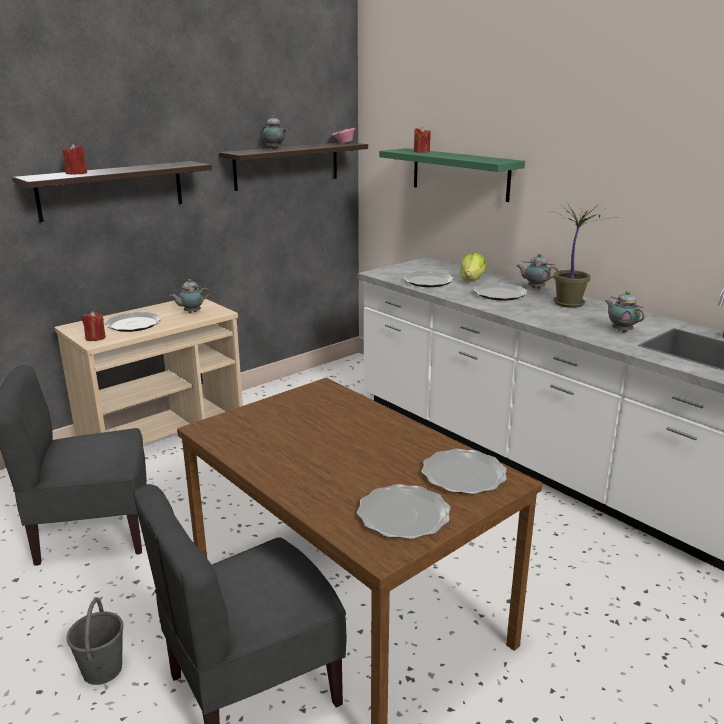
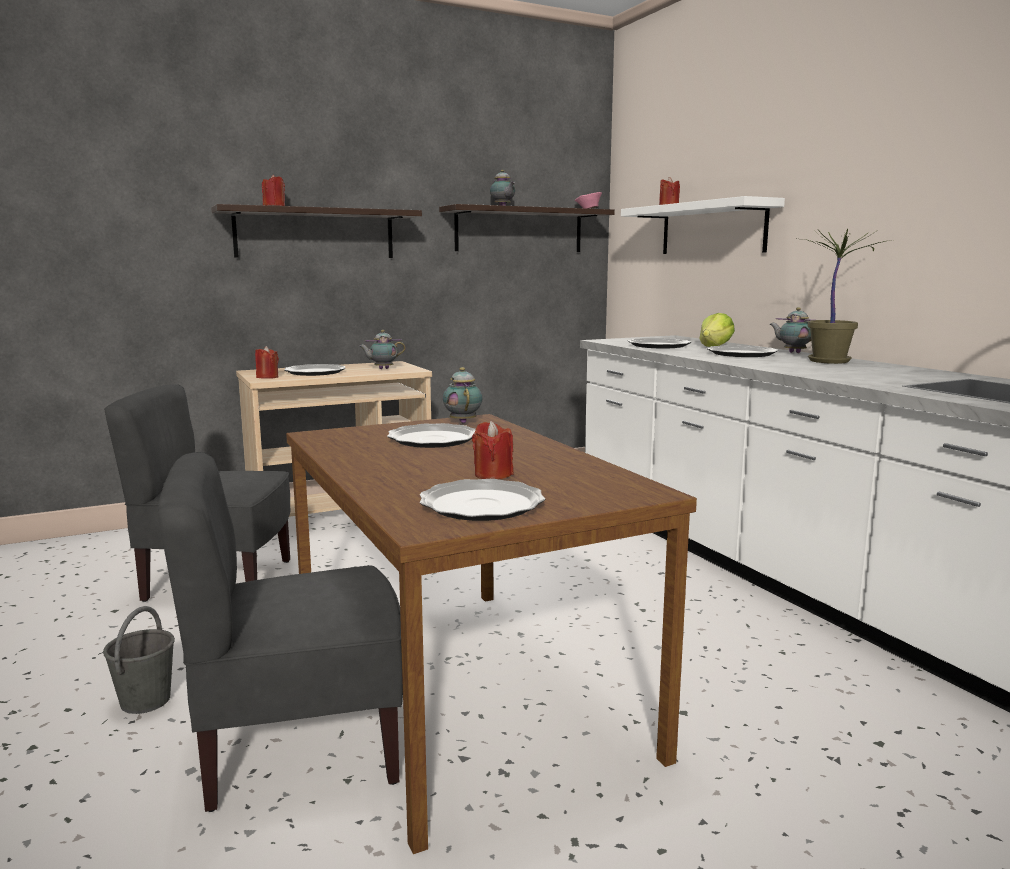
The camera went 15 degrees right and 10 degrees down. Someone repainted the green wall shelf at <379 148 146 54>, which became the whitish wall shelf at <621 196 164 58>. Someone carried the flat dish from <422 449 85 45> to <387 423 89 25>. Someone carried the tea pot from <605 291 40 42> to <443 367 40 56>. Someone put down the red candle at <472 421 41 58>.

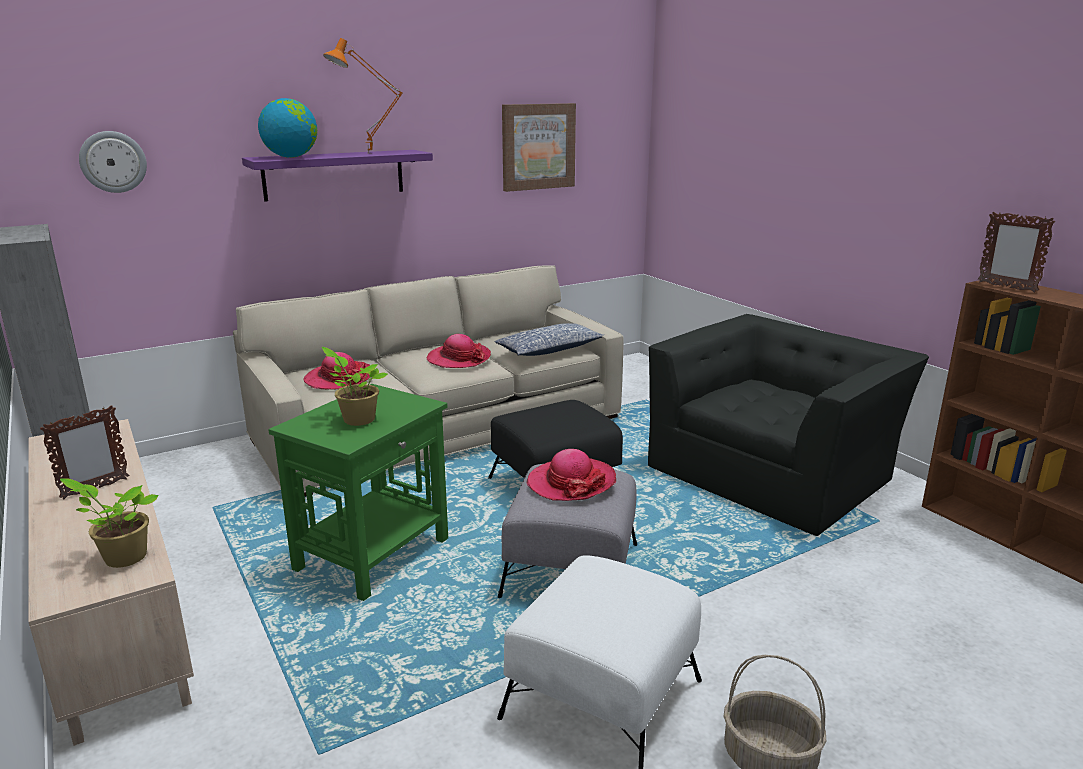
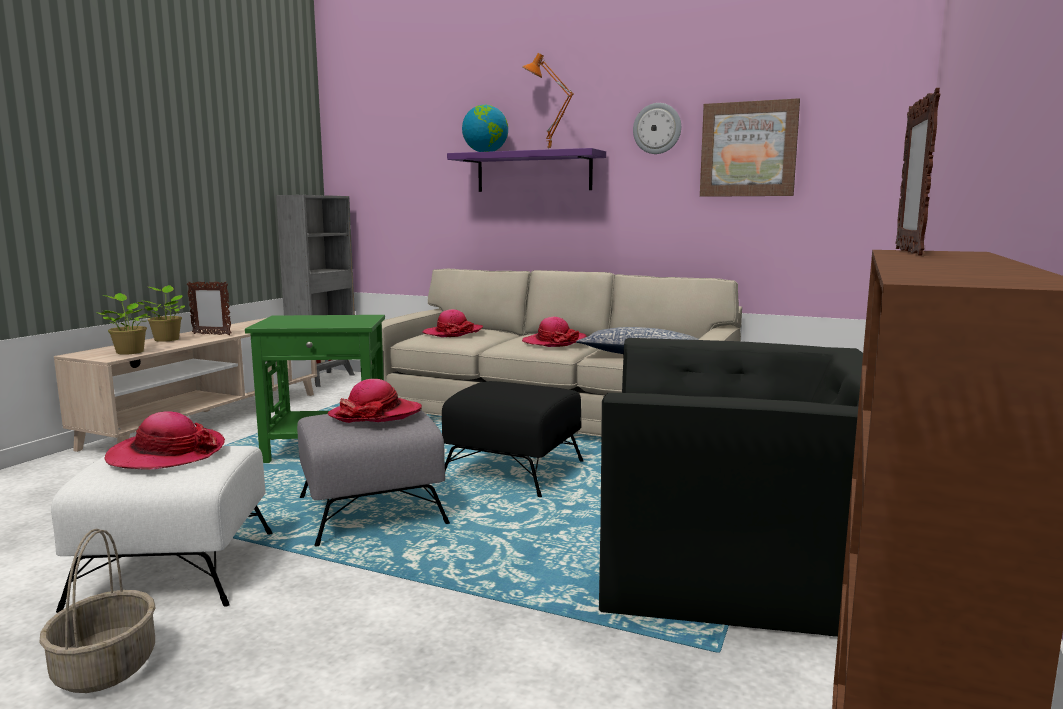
The camera went 55 degrees right and 10 degrees down. Someone carried the wall clock from <79 131 68 62> to <633 103 48 51>. Someone carried the plant in a pot from <322 347 66 79> to <137 285 48 57>. Someone put down the wearable hat at <105 411 120 59>.

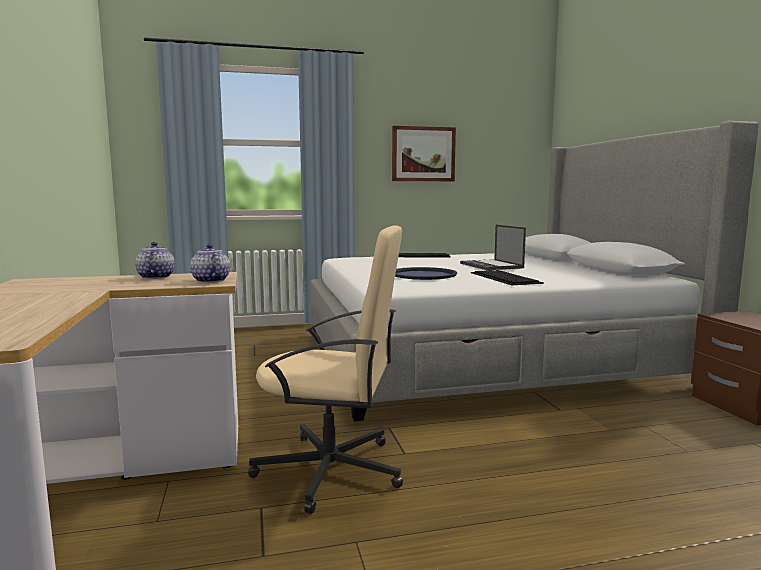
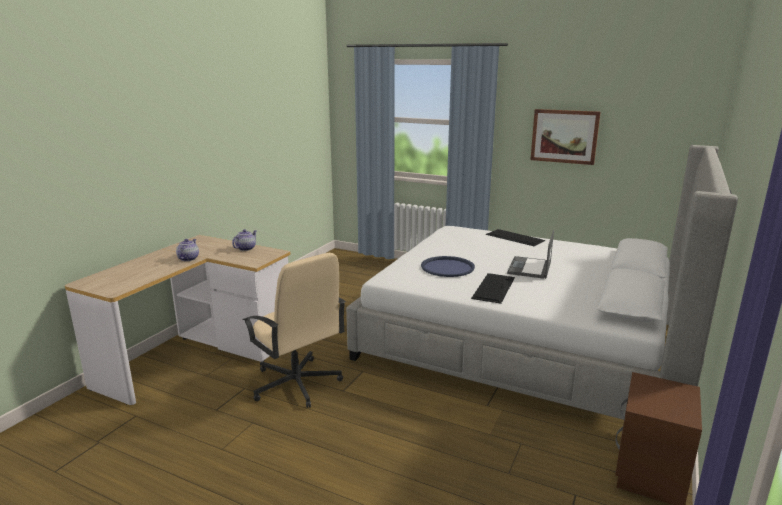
The camera went 40 degrees right and 10 degrees up. Someone carried the tea pot from <190 244 40 39> to <176 239 23 22>.

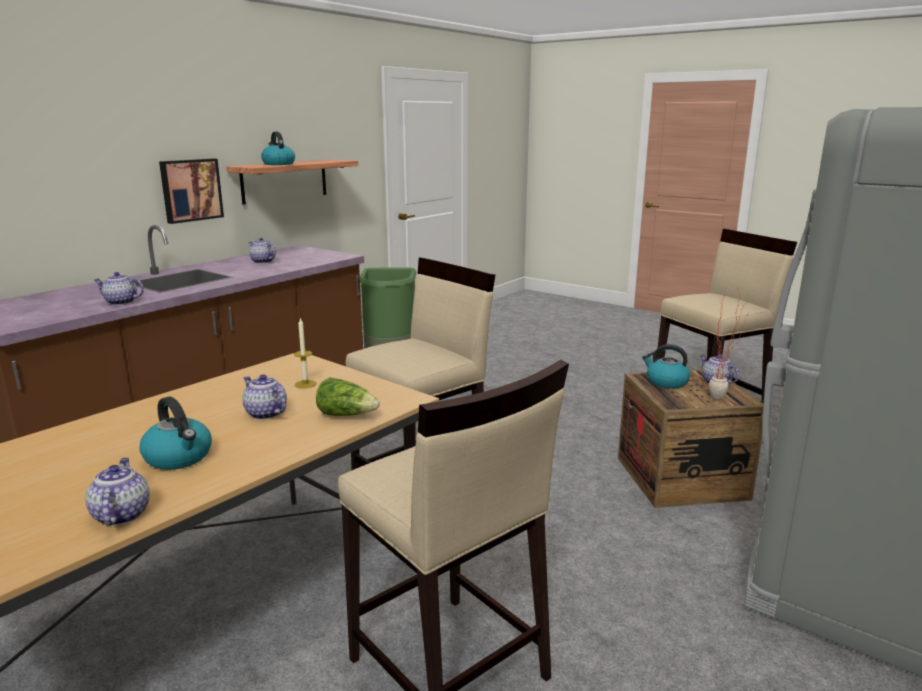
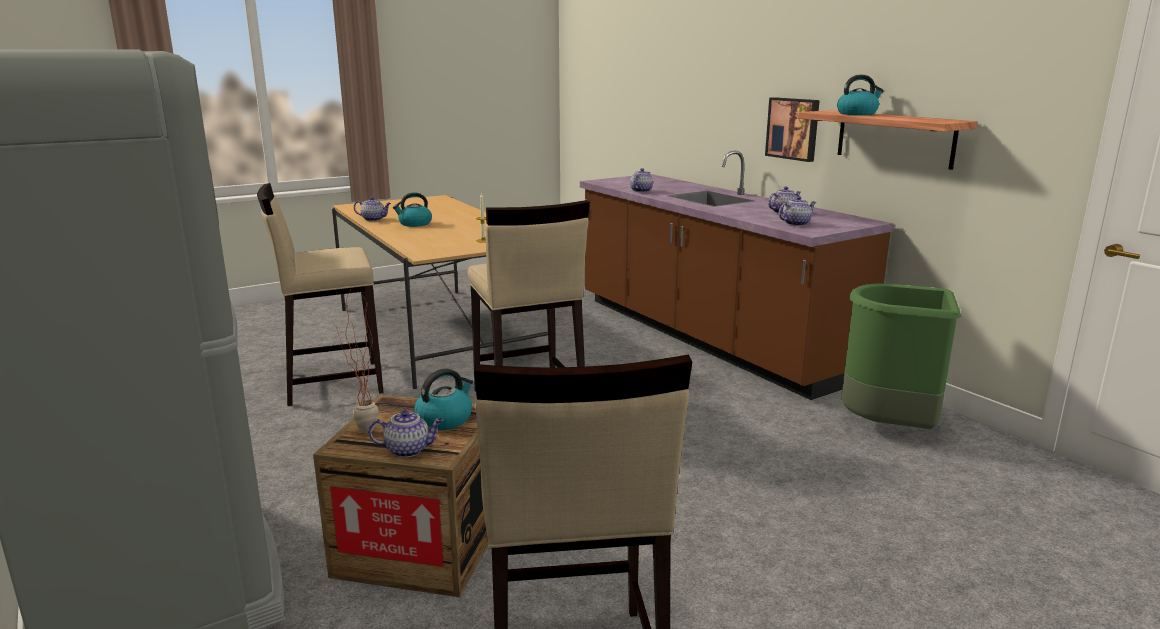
The camera went 110 degrees right and 0 degrees up. Someone carried the tea pot from <243 375 44 45> to <779 196 37 30>. Someone took away the head of lettuce at <316 377 64 39>.

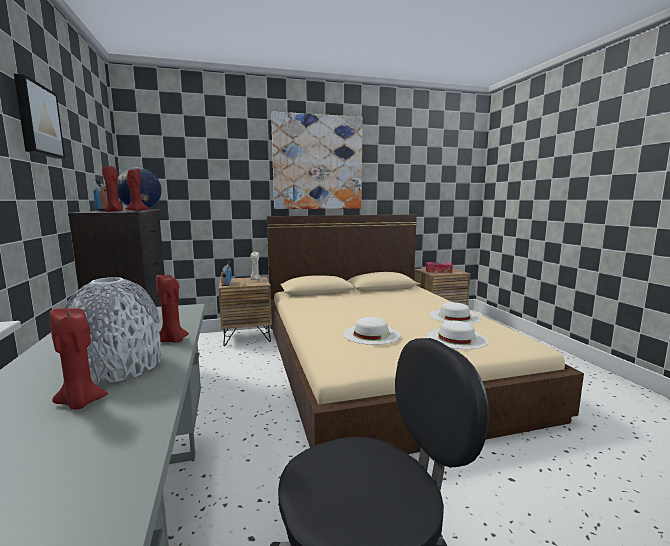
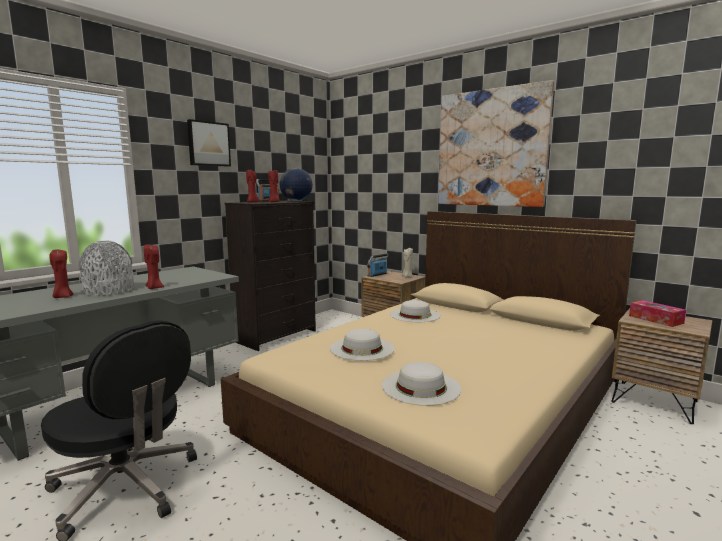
The camera went 55 degrees right and 0 degrees up. Someone carried the whitish wearable hat from <429 302 52 22> to <390 300 51 22>.

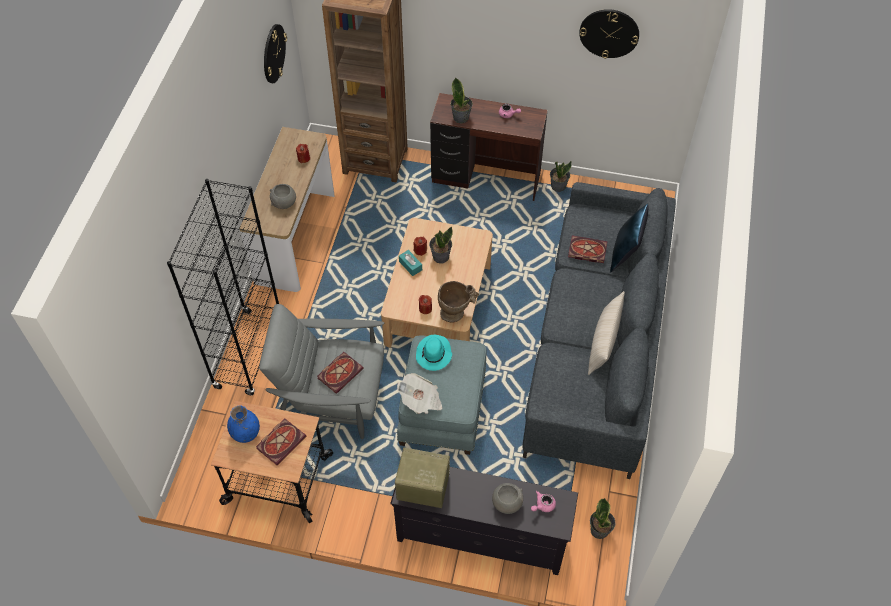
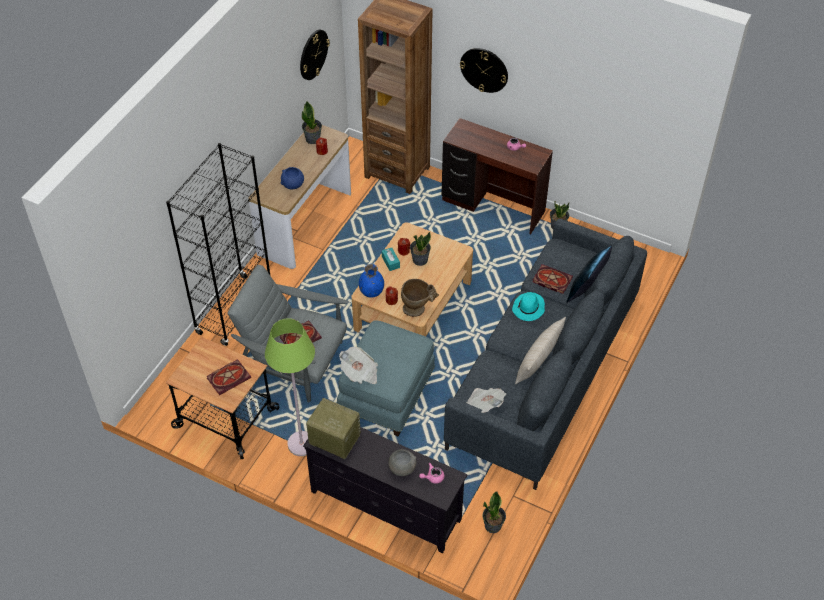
The camera went 15 degrees right and 5 degrees down. Someone carried the blue flower vase from <227 406 33 37> to <359 264 25 34>. Someone repainted the grey bowl at <270 184 26 25>, which became the blue bowl at <281 167 23 22>. Someone carried the turquoise-coloured wearable hat from <416 335 36 36> to <512 292 33 29>. Someone carried the plant in a pot from <450 77 23 46> to <302 102 20 42>. Someone carried the wall clock from <579 9 60 50> to <460 48 48 45>. Someone put down the green standard lamp at <265 318 50 138>. Someone put down the daily paper at <466 388 40 25>.

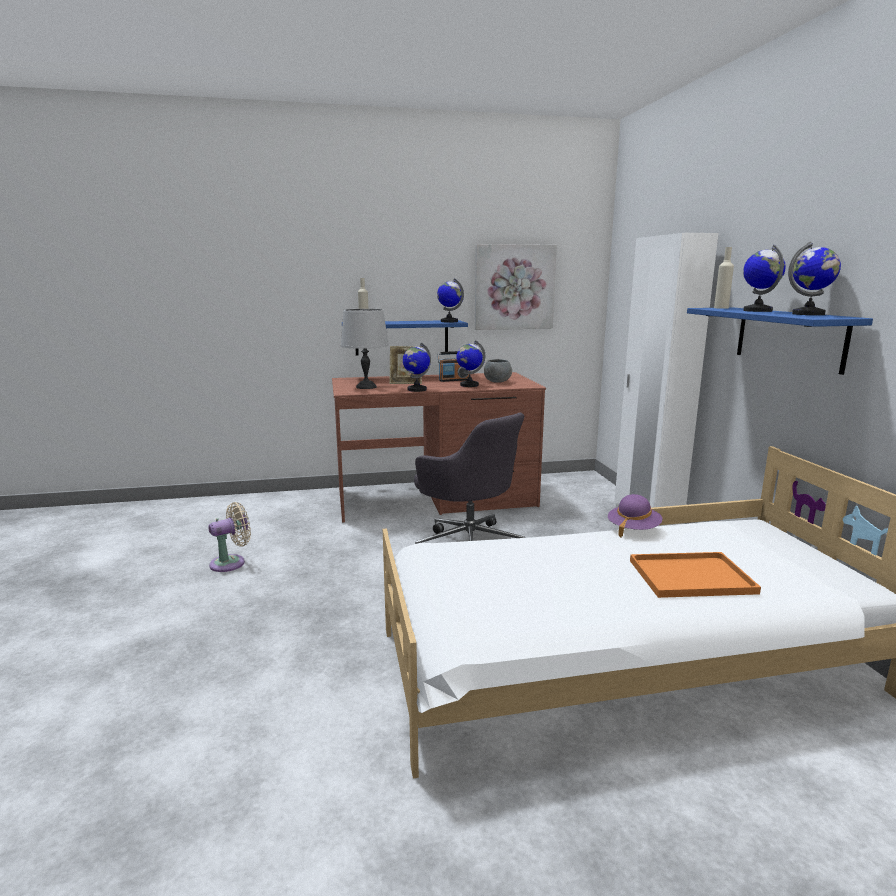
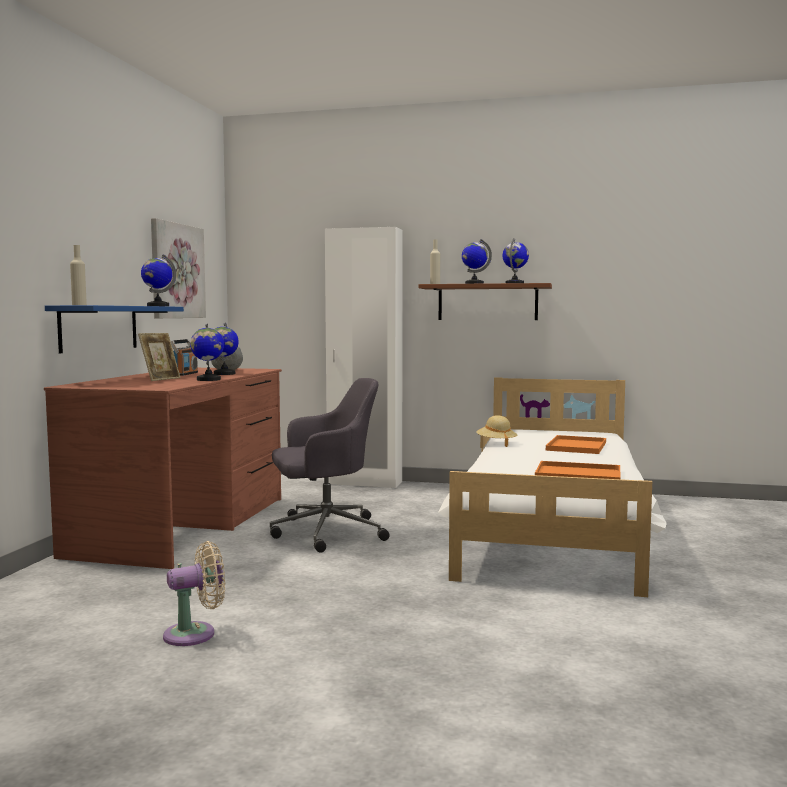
The camera went 65 degrees left and 10 degrees down. Someone rotated the beige-coloured cooling fan at <208 502 43 70> by 75 degrees clockwise. Someone took away the grey table lamp at <341 309 48 80>. Someone repainted the purple-coloured wearable hat at <608 494 55 43>, which became the beige-coloured wearable hat at <476 415 41 32>. Someone repainted the blue wall shelf at <687 308 186 67>, which became the brown-coloured wall shelf at <419 283 133 37>. Someone put down the orangey carrying tray at <535 461 85 18>.

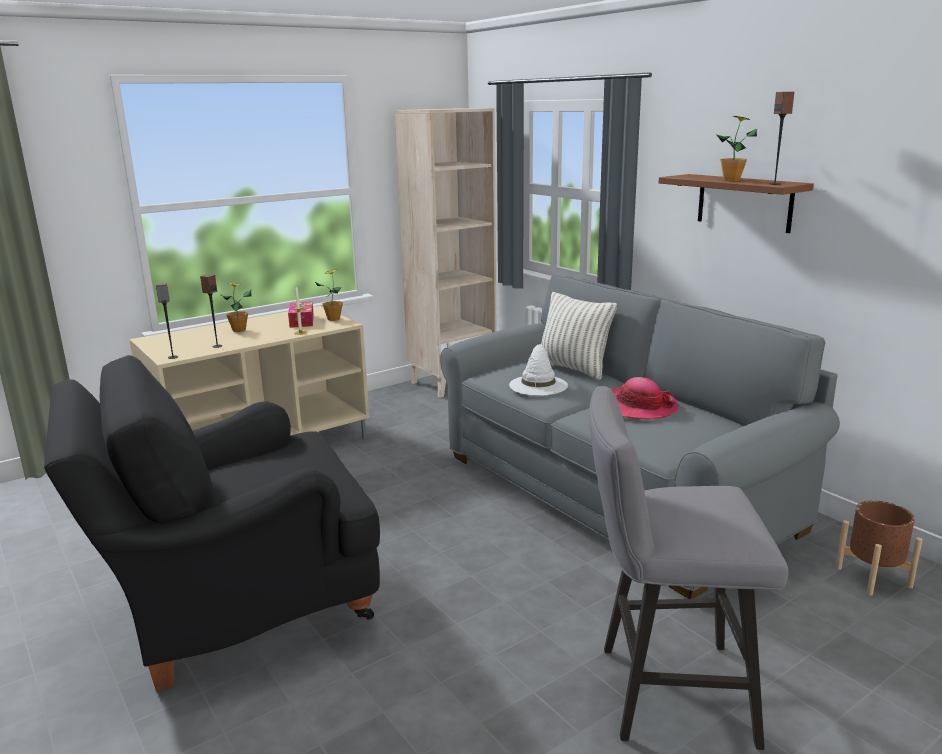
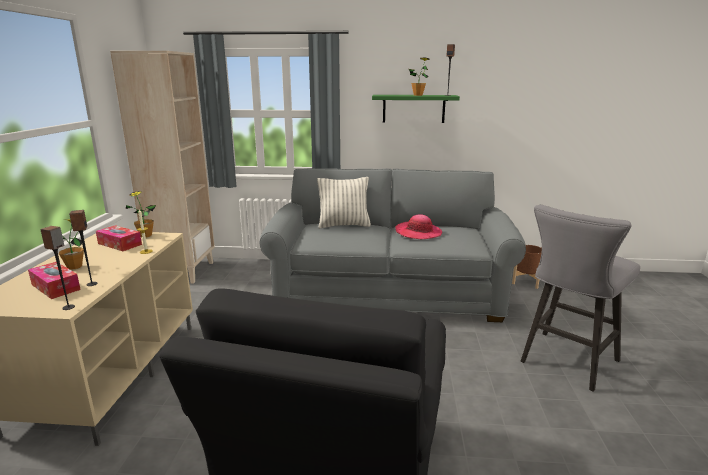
The camera went 50 degrees left and 0 degrees up. Someone took away the whitish wearable hat at <509 344 59 51>. Someone repainted the brown-coloured wall shelf at <659 174 155 59>, which became the green wall shelf at <372 95 88 28>. Someone put down the tissue holder at <28 262 53 37>.

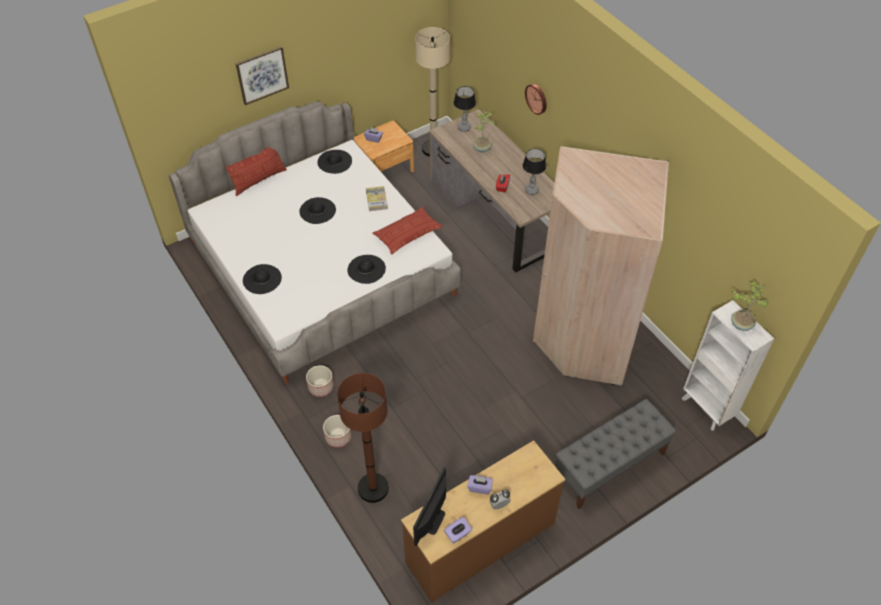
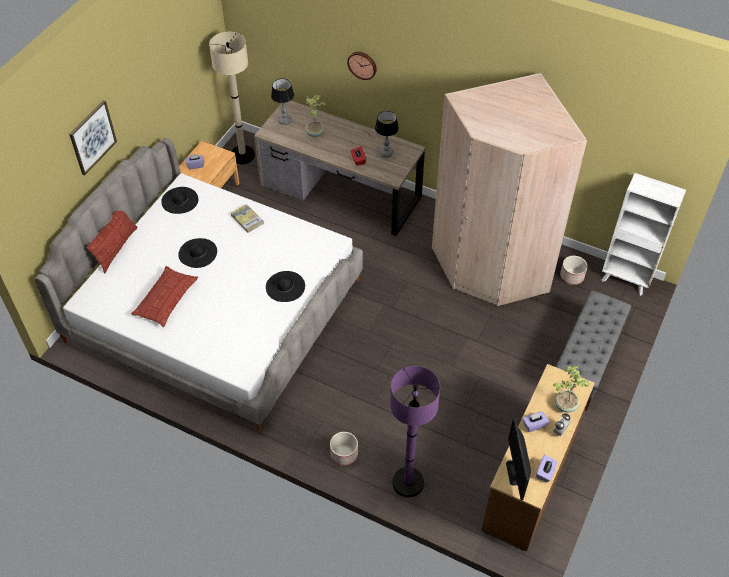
The camera went 30 degrees left and 0 degrees up. Someone took away the black wearable hat at <243 264 39 30>. Someone carried the flower pot from <306 365 28 32> to <560 256 27 29>. Someone repainted the brown-coloured standard lamp at <337 373 52 130>, which became the purple-coloured standard lamp at <390 366 50 131>. Someone carried the throw pillow from <373 206 70 48> to <131 266 67 61>. Someone carried the plant in a pot from <731 281 37 50> to <553 366 36 47>.

